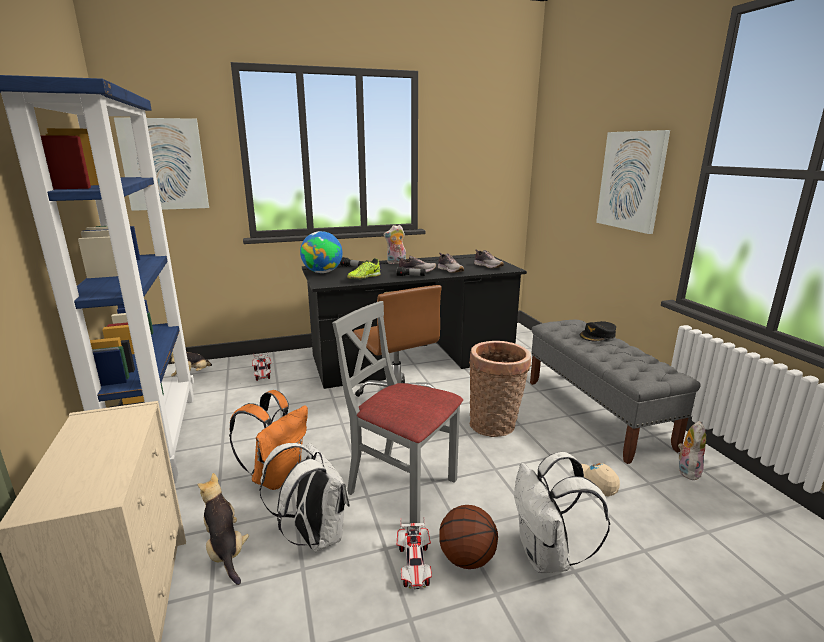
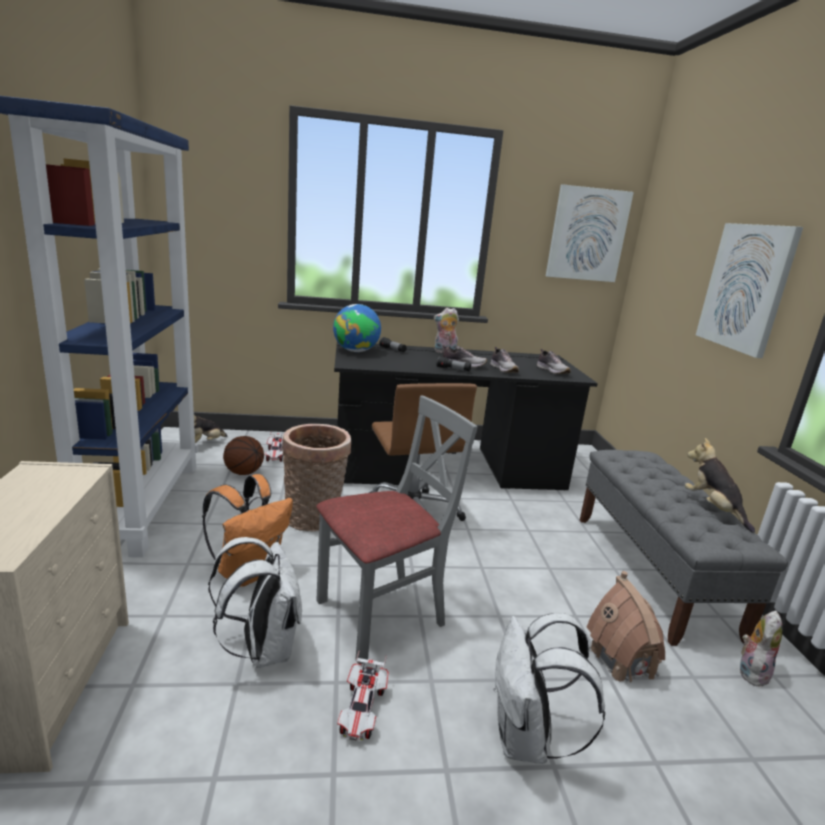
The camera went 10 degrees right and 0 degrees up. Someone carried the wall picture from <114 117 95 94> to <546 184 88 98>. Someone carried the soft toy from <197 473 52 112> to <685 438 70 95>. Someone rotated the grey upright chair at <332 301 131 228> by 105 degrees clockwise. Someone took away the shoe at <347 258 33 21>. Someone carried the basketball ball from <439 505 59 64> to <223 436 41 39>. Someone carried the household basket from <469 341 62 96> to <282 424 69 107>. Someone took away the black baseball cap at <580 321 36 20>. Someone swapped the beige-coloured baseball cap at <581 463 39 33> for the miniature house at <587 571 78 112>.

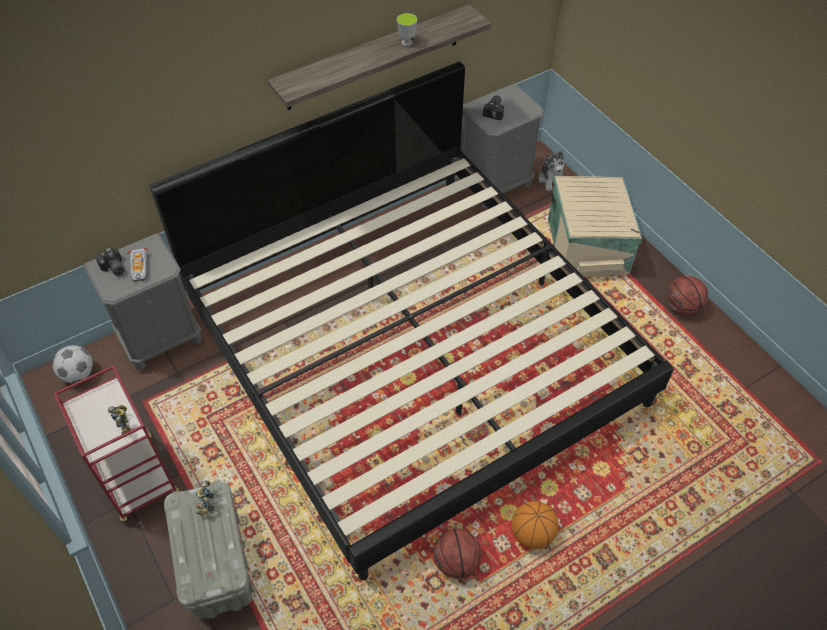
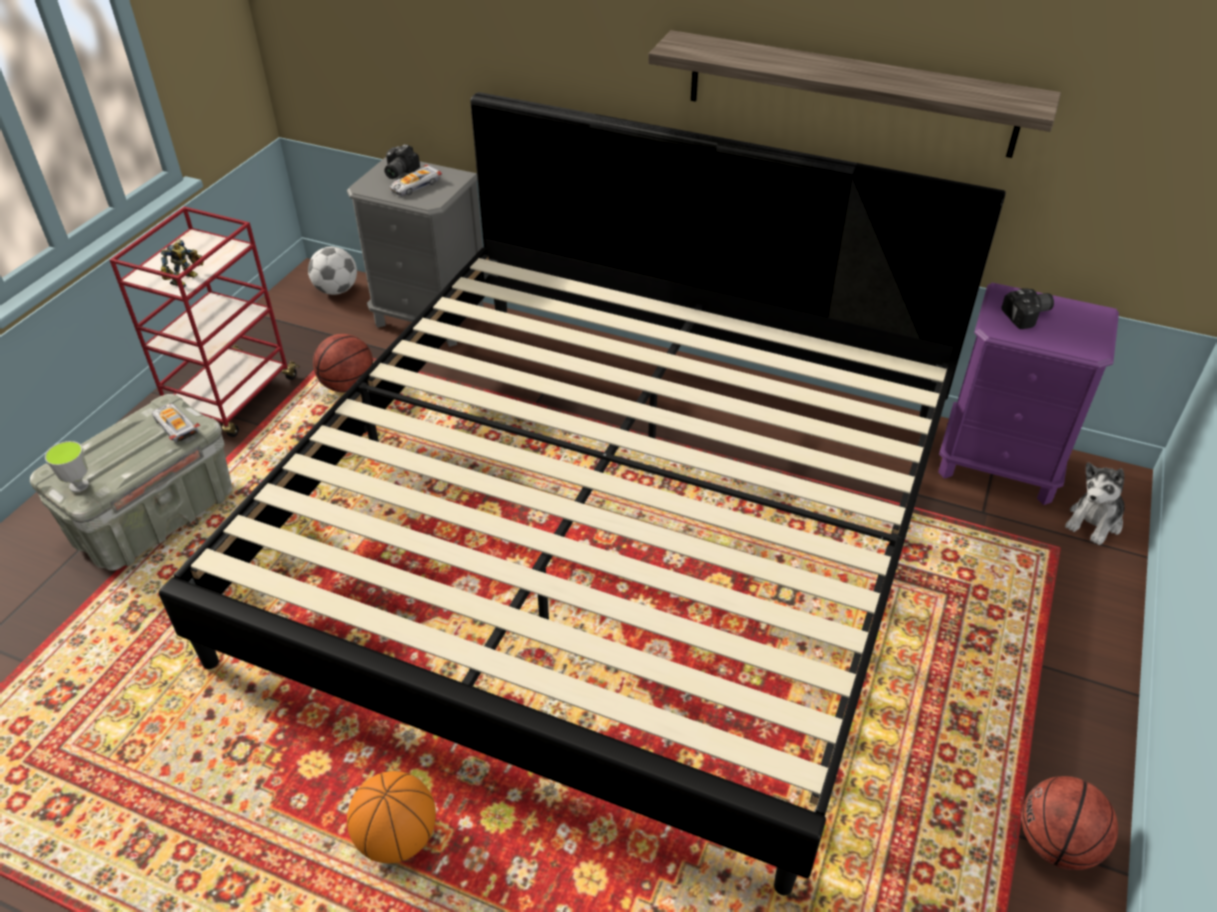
The camera went 55 degrees right and 10 degrees down. Someone swapped the toy robot at <195 480 19 36> for the toy car at <152 403 49 39>. Someone carried the small cup from <397 13 20 33> to <45 441 44 51>. Someone carried the basketball ball from <434 528 48 51> to <313 334 60 58>. Someone repainted the grey bedside table at <461 83 83 125>, which became the purple-coloured bedside table at <938 283 181 222>. Someone took away the beige-coloured storage box at <548 176 94 101>.

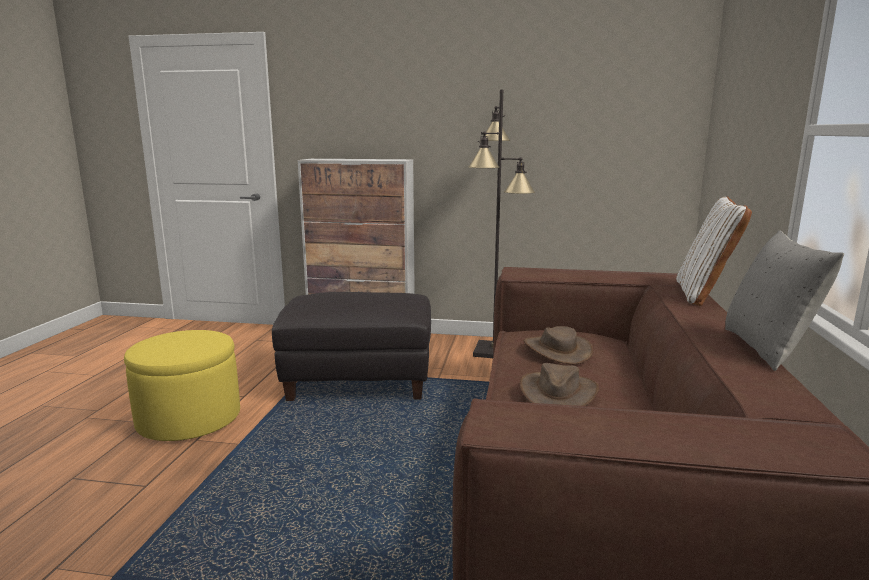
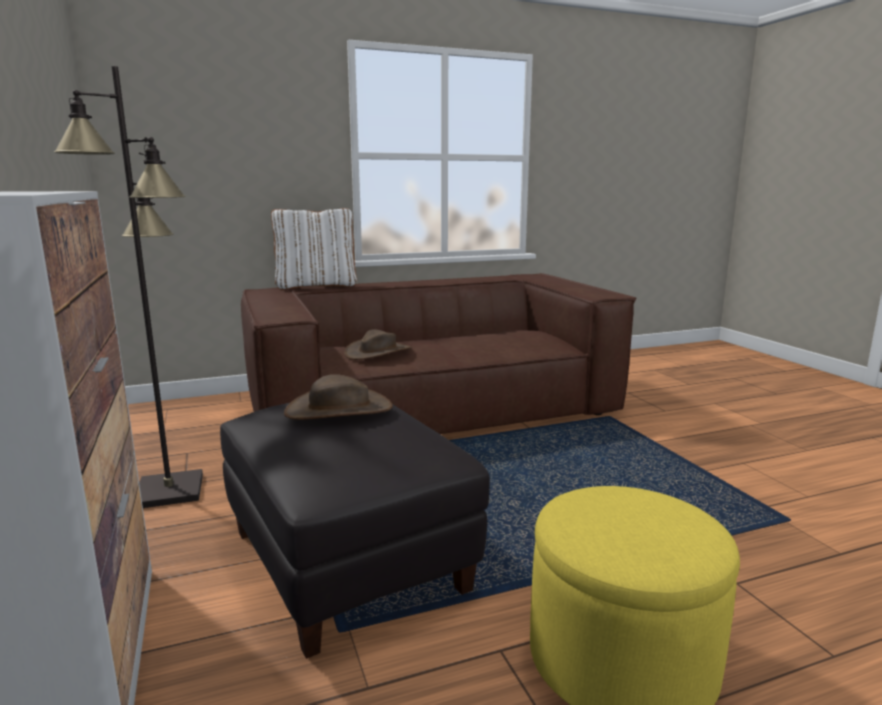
The camera went 120 degrees left and 0 degrees up. Someone carried the brown-coloured wearable hat from <520 363 79 43> to <284 374 109 46>. Someone took away the grey throw pillow at <725 230 119 141>.

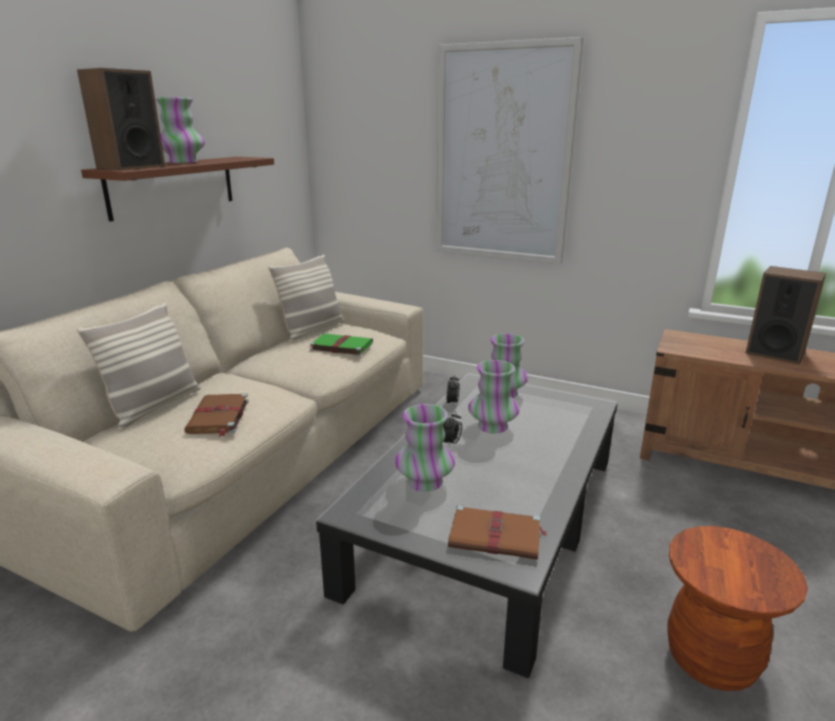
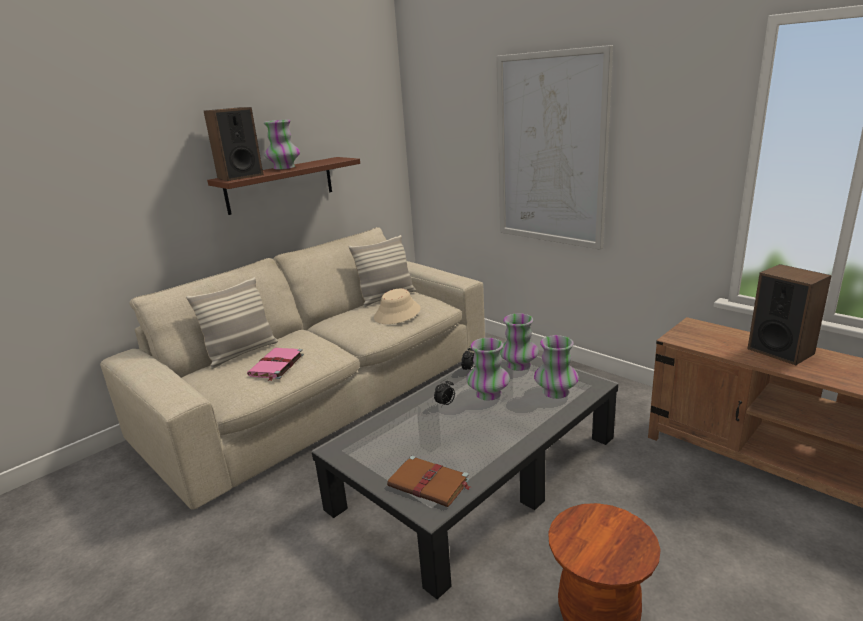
The camera went 20 degrees right and 0 degrees up. Someone repainted the brown-coloured bound book at <184 393 65 44>, which became the pinkish bound book at <247 348 57 33>. Someone swapped the green bound book at <310 334 63 22> for the beige-coloured wearable hat at <374 289 47 35>. Someone carried the flower vase from <395 404 60 88> to <534 335 45 64>.

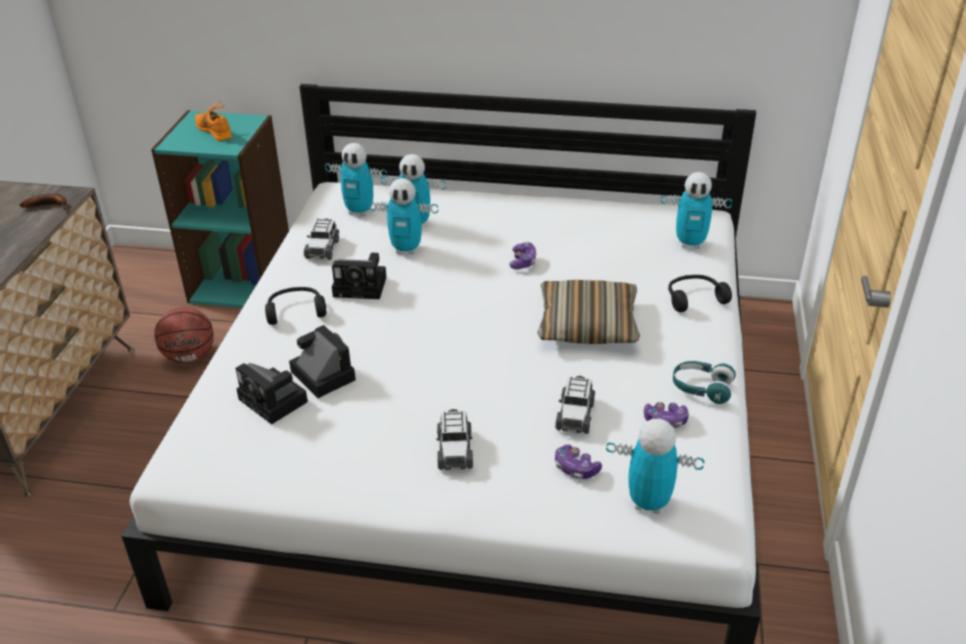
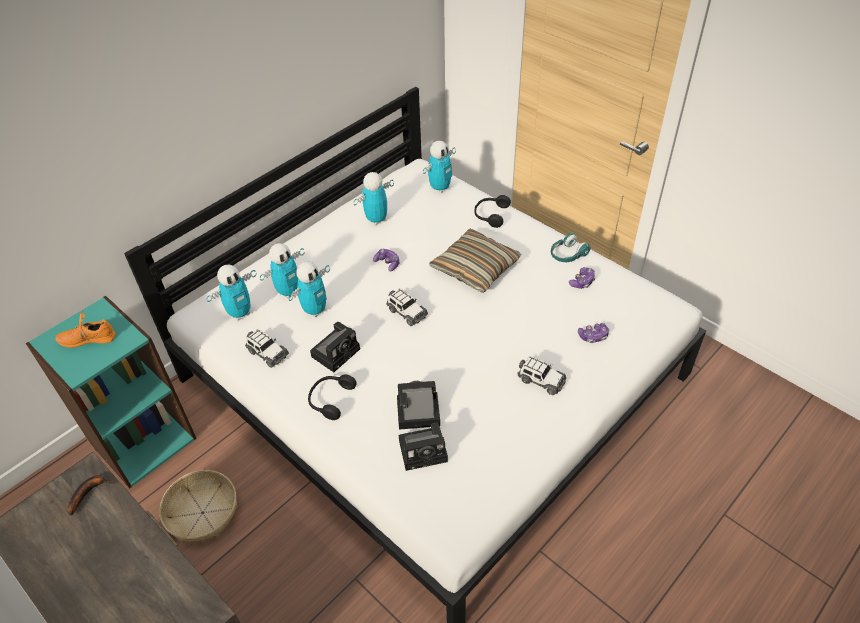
The camera went 55 degrees left and 10 degrees up. Someone swapped the basketball ball at <154 307 60 56> for the household basket at <159 470 79 73>. Someone carried the toy car from <555 376 40 58> to <386 288 42 38>. Someone carried the toy robot from <606 418 98 96> to <353 172 41 53>.

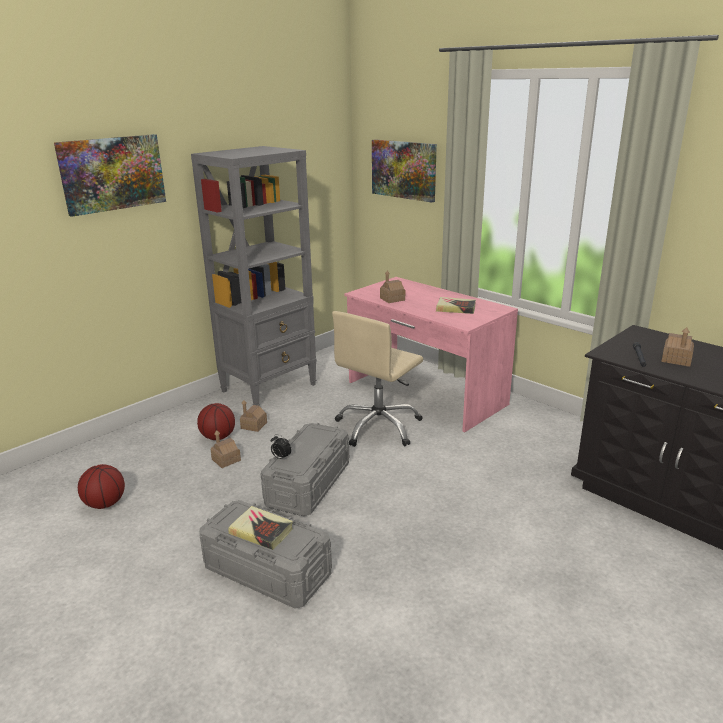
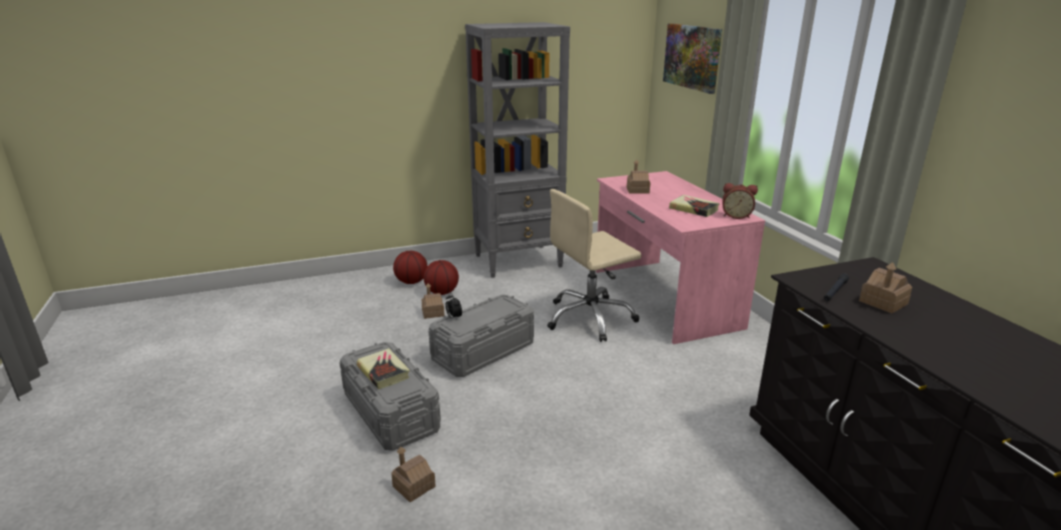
The camera went 25 degrees right and 0 degrees up. Someone took away the wall picture at <54 134 112 83>. Someone carried the basketball ball from <78 464 47 45> to <393 251 34 33>. Someone carried the miniature house from <240 400 27 32> to <391 447 45 56>. Someone put down the alarm clock at <722 183 36 36>.

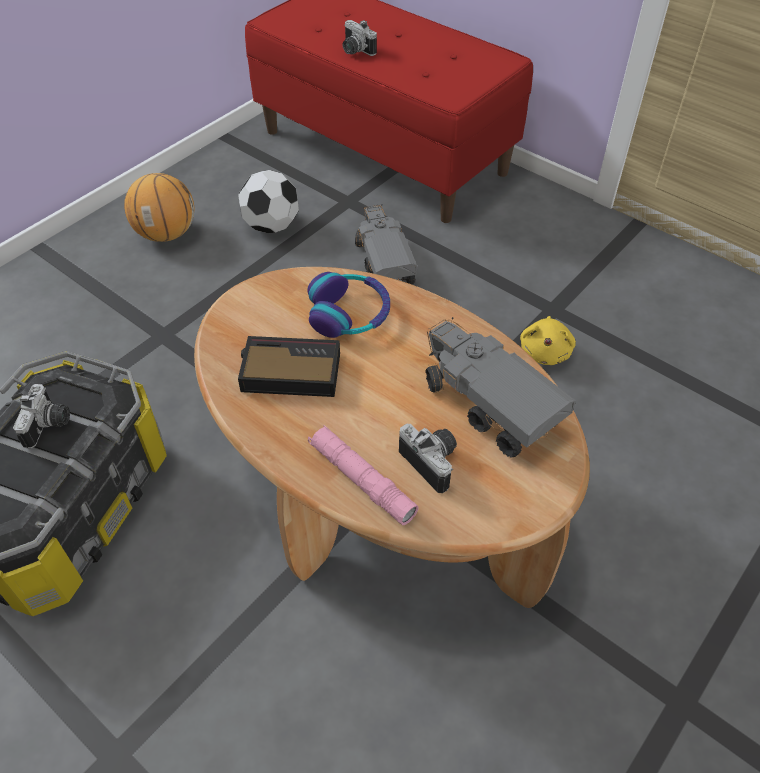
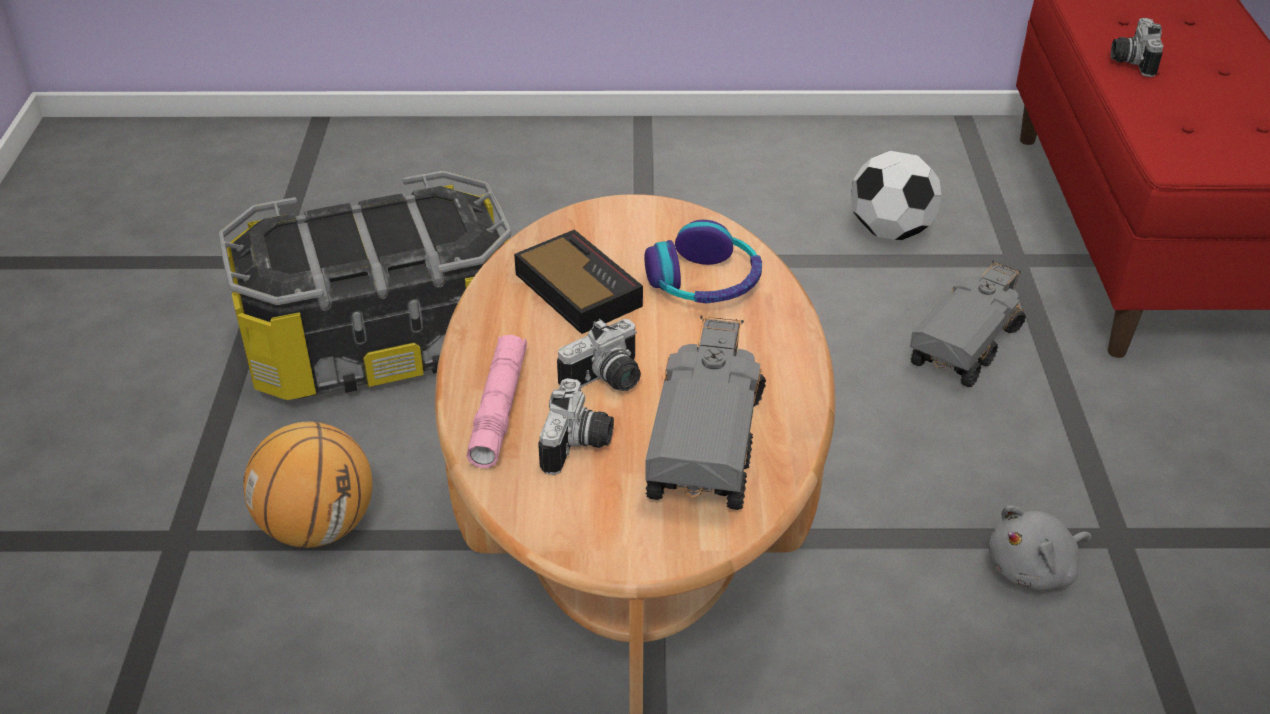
The camera went 50 degrees right and 10 degrees down. Someone carried the photo camera from <13 384 57 64> to <557 319 84 72>. Someone carried the basketball ball from <124 173 70 69> to <243 422 129 126>. Someone repainted the yellowish soft toy at <520 316 56 49>, which became the grey soft toy at <989 505 102 86>.

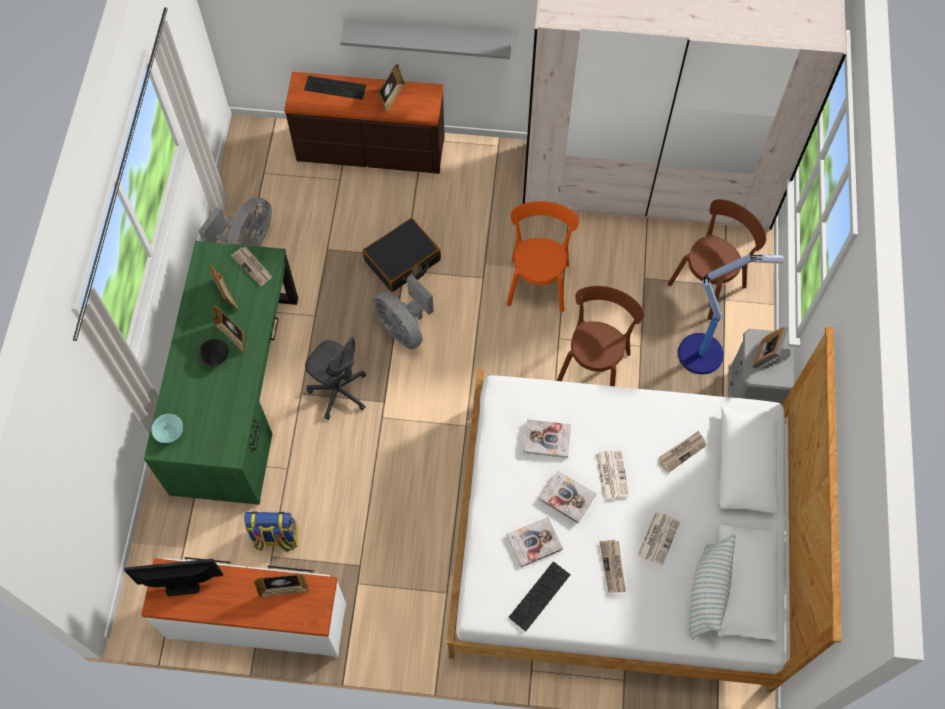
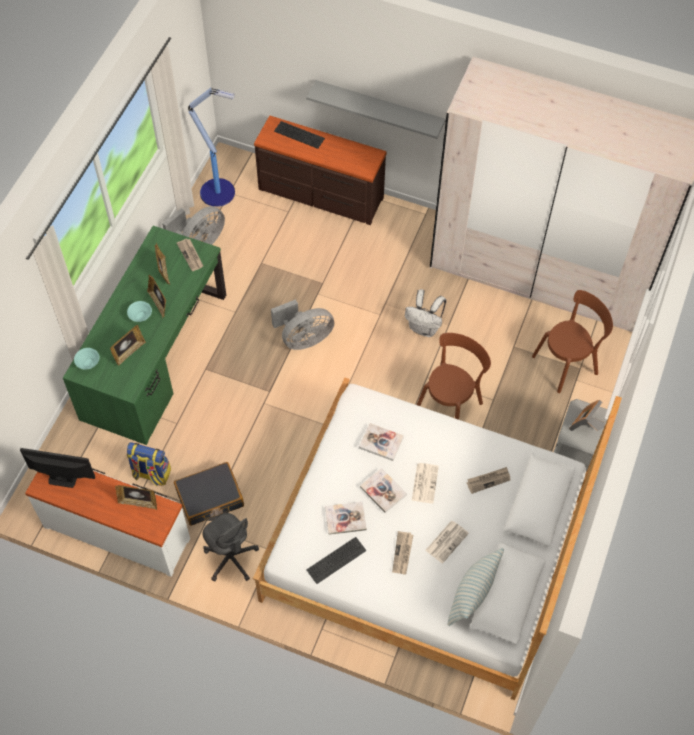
The camera went 15 degrees right and 5 degrees down. Someone repainted the black bowl at <198 339 31 28>, which became the turquoise-coloured bowl at <127 301 25 21>. Someone carried the grey office chair from <305 336 61 84> to <203 513 56 69>. Someone carried the black suitcase from <362 218 79 74> to <174 462 70 64>. Someone rotated the grey cooling fan at <373 274 61 76> by 90 degrees counterclockwise. Someone carried the standing frame from <378 64 28 49> to <110 325 36 41>. Someone swapped the orangey upright chair at <506 201 73 111> for the whitish rucksack at <405 289 42 48>. Someone carried the standard lamp from <678 254 106 120> to <188 88 47 119>.

